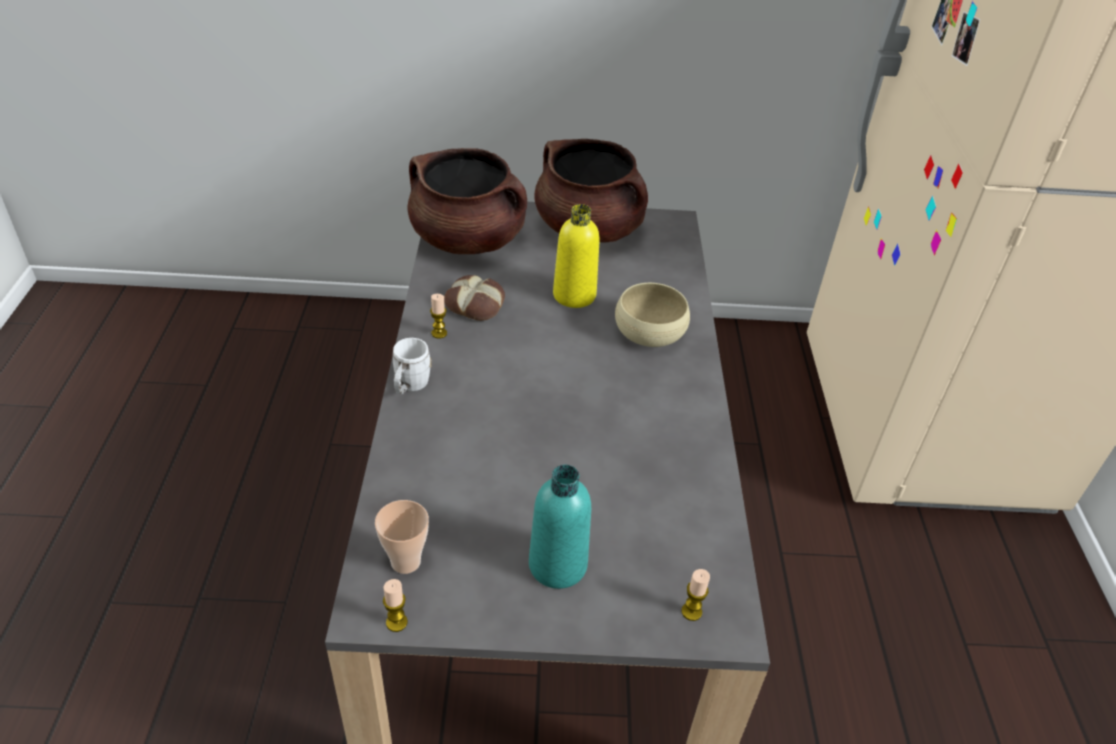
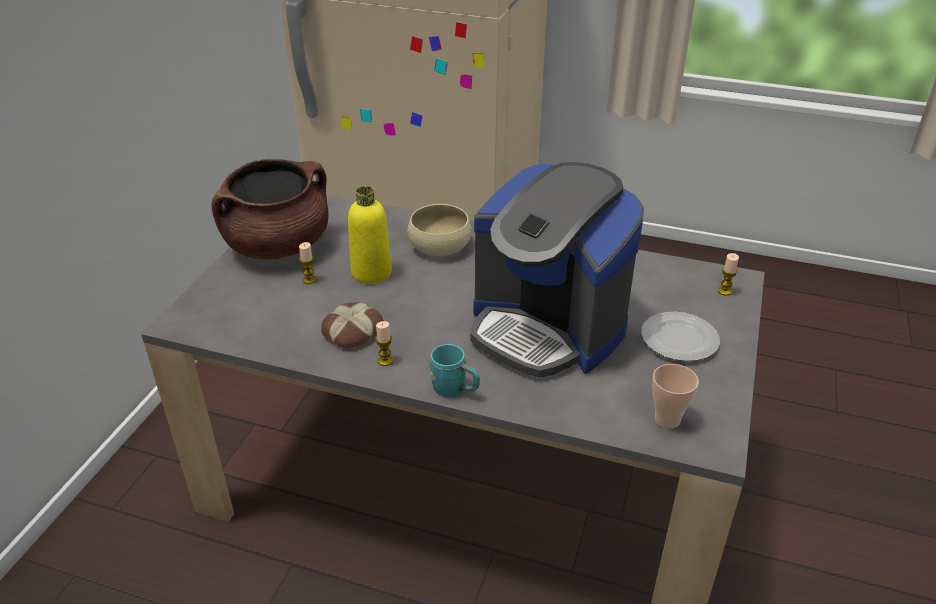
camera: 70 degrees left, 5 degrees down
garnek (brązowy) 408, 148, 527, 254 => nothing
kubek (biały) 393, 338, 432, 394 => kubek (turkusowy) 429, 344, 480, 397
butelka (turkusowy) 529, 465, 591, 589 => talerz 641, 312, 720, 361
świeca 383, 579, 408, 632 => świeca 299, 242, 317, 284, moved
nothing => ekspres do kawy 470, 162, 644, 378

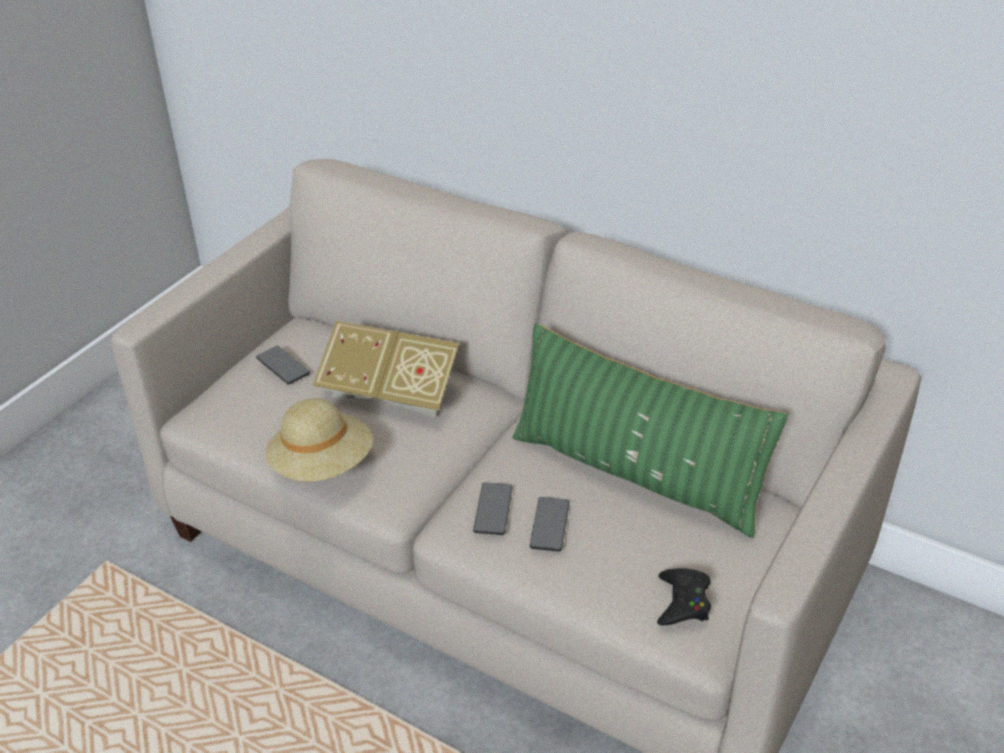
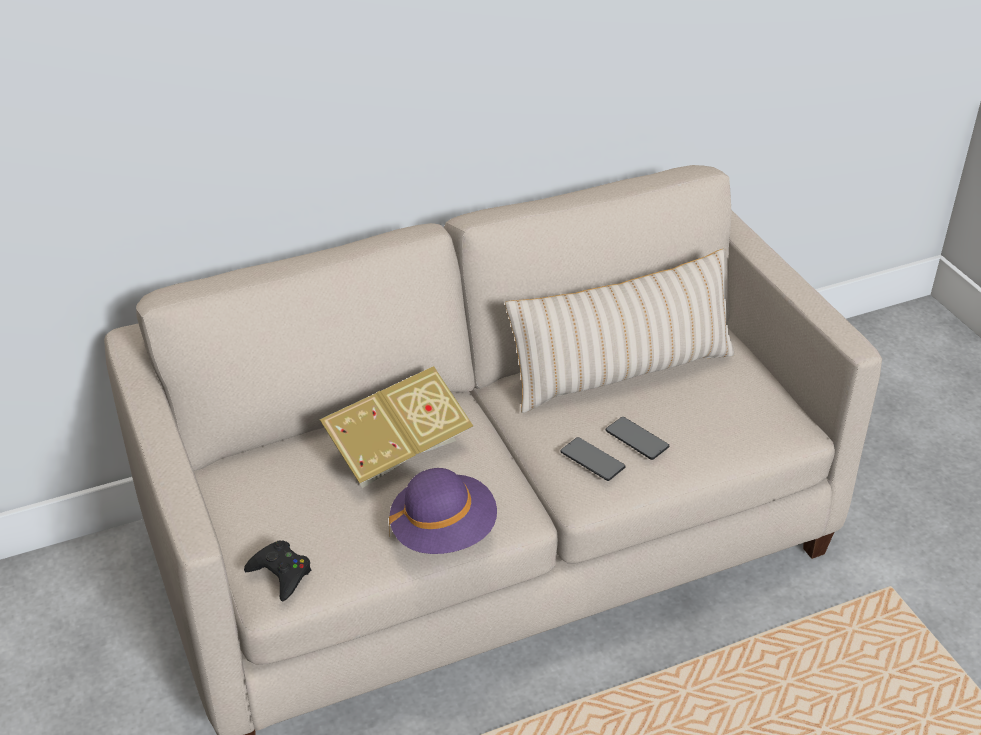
camera: 55 degrees left, 0 degrees up
poduszka (zielony) 512, 323, 788, 538 => poduszka (beżowy) 505, 249, 735, 413
telefon 256, 346, 310, 384 => nothing
kapelusz (beżowy) 265, 398, 373, 482 => kapelusz (fioletowy) 389, 468, 497, 554
pad do gier (czarny) 657, 568, 711, 625 => pad do gier (czarny) 244, 540, 311, 601, moved

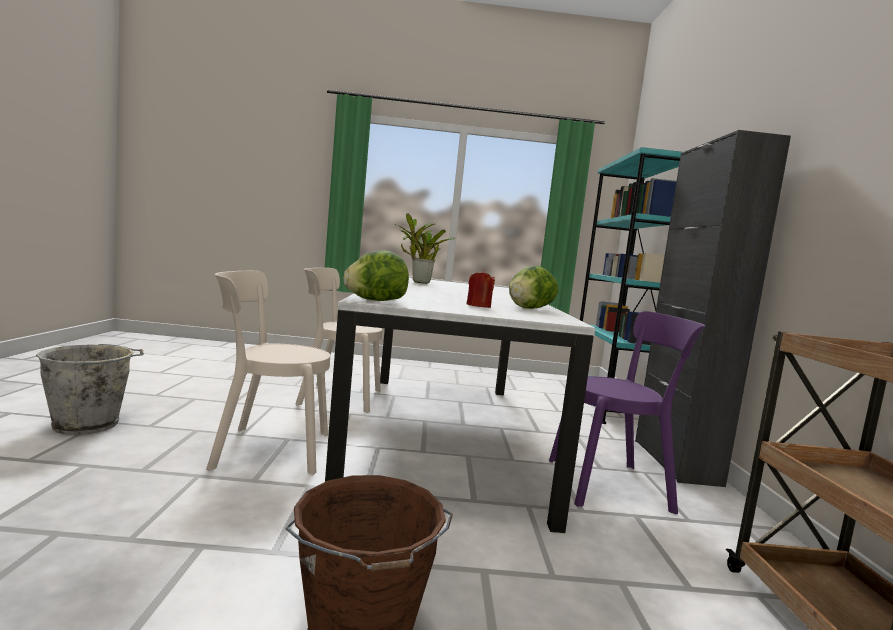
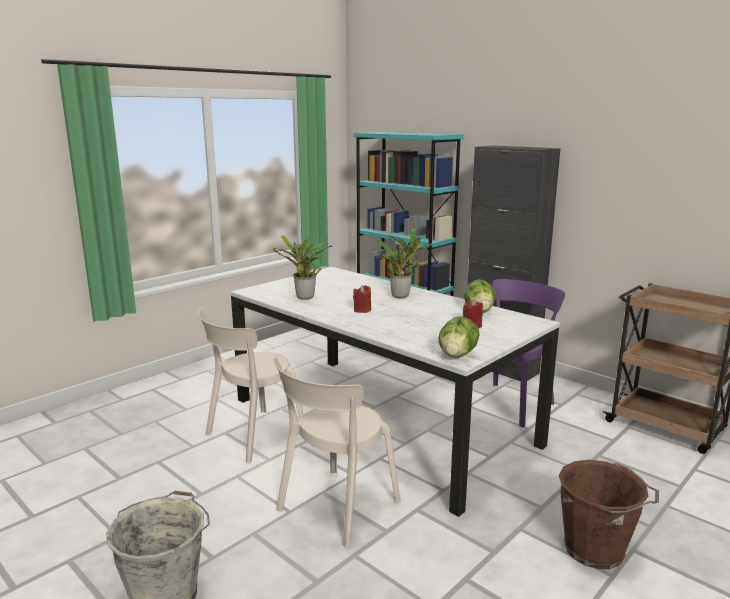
camera: 45 degrees left, 10 degrees up
nothing => roślina doniczkowa 375, 228, 435, 298
nothing => świeca (czerwony) 353, 285, 371, 313

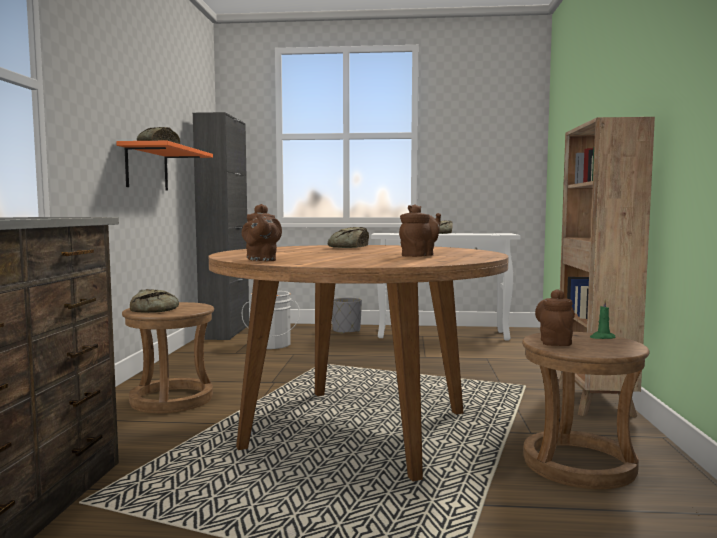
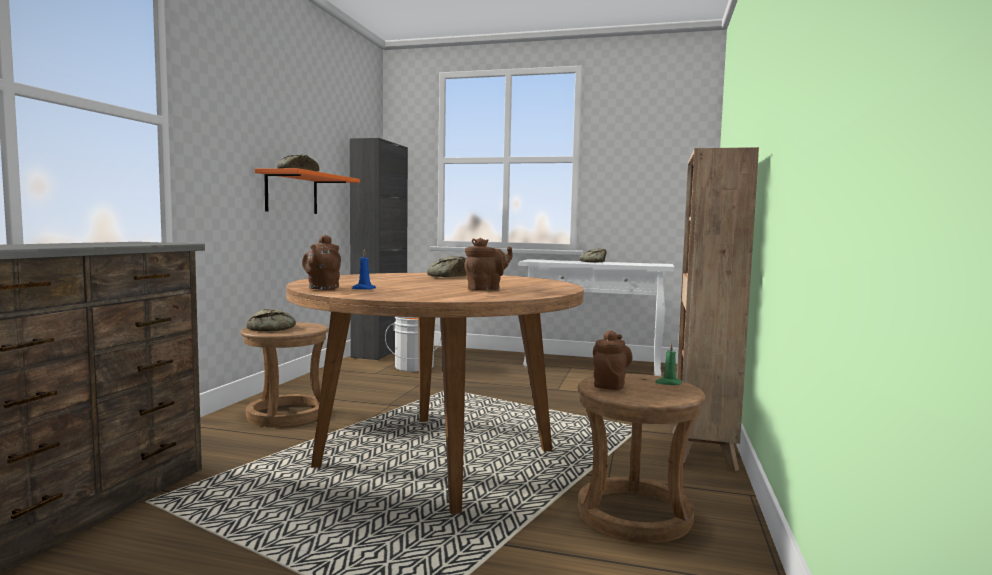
camera: 10 degrees right, 0 degrees up
donica (szary) 332, 297, 362, 334 => nothing
nothing => świeca (niebieski) 352, 250, 376, 289

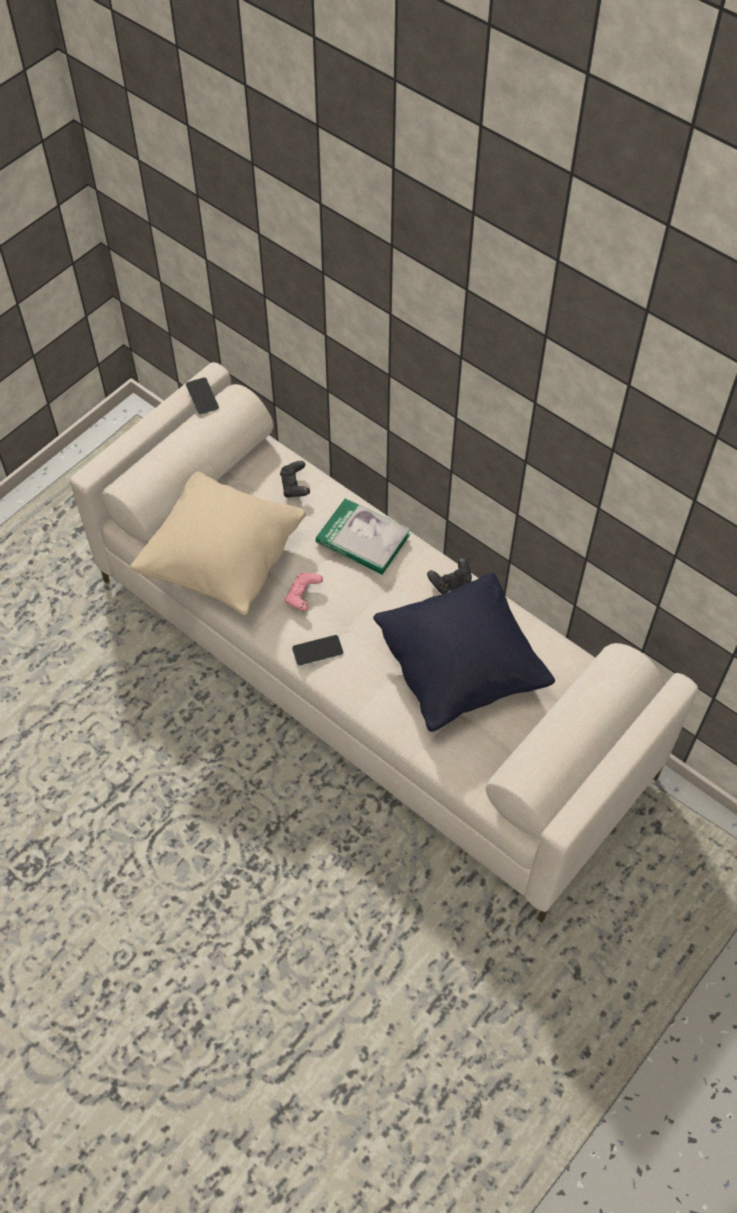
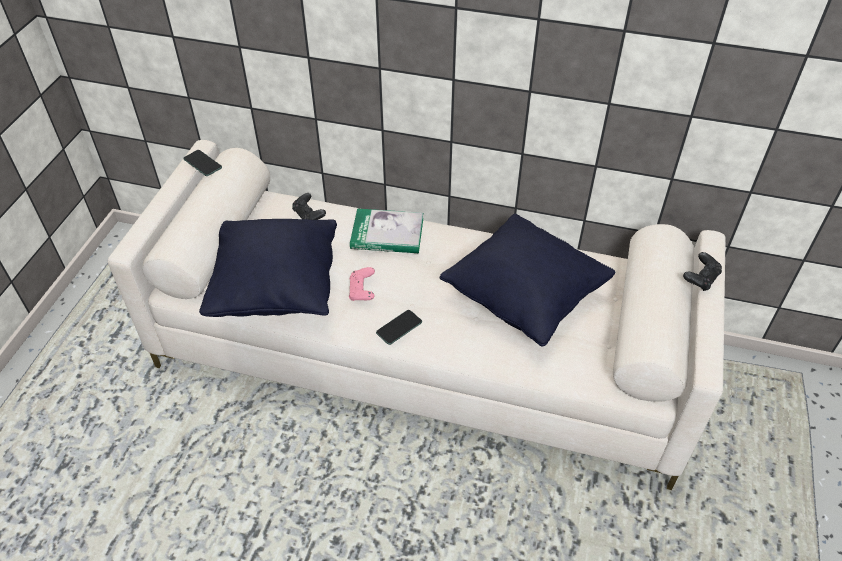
camera: 25 degrees left, 10 degrees down
poduszka (beżowy) 130, 471, 306, 615 => poduszka (czarny) 199, 219, 337, 317
pad do gier (czarny) 427, 558, 472, 594 => pad do gier (czarny) 683, 252, 722, 291, moved

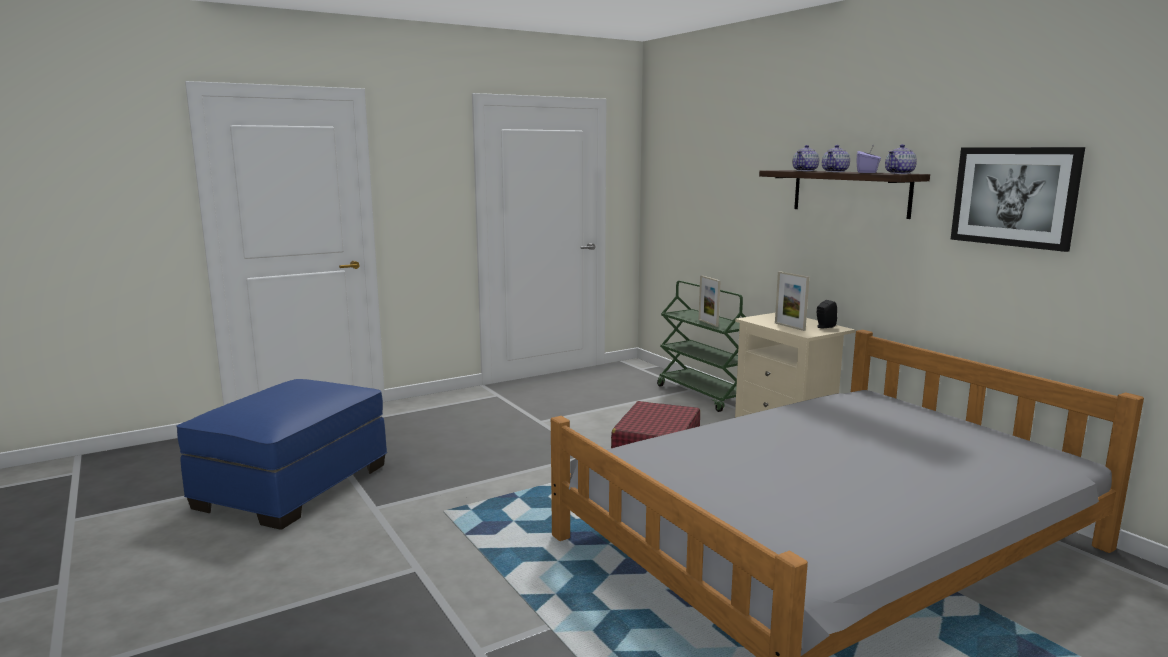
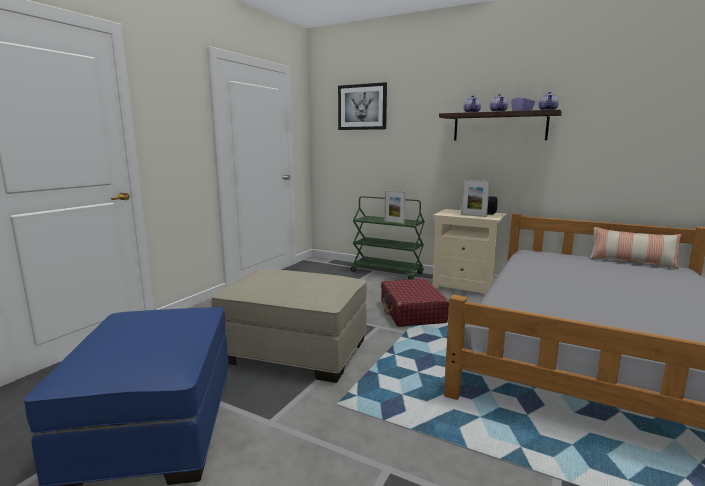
camera: 30 degrees left, 0 degrees up
obraz 951, 147, 1085, 252 => obraz 338, 82, 387, 130, moved
nothing => poduszka 590, 227, 681, 269
nothing => pufa (beżowy) 212, 269, 367, 383

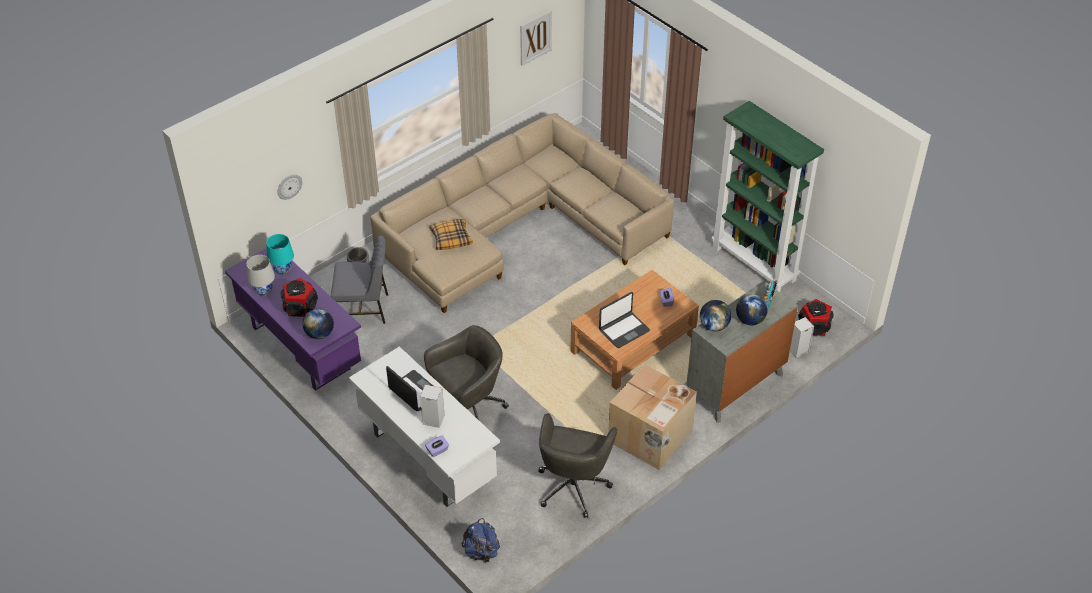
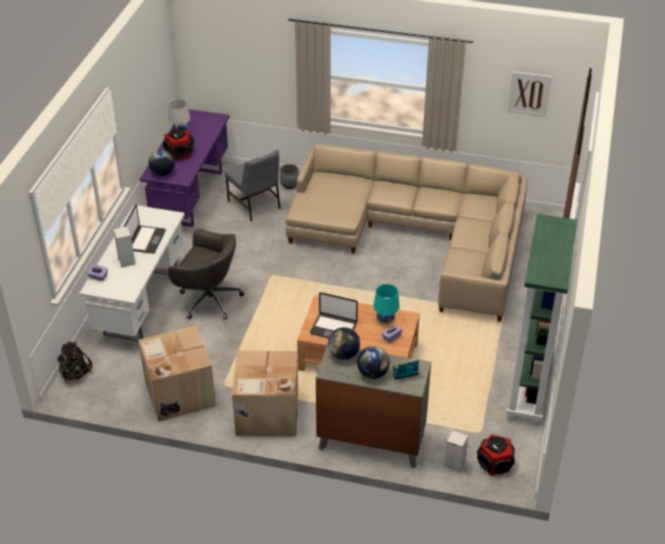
camera: 55 degrees right, 5 degrees down
zegar ścienny 278, 174, 302, 200 => nothing
poduszka 429, 219, 473, 250 => nothing
lampa stołowa (turkusowy) 266, 234, 294, 275 => lampa stołowa (turkusowy) 373, 284, 400, 324, moved
krzesło biurowe (szary) 538, 413, 618, 518 => karton 138, 326, 216, 422
plecak (niebieski) 461, 518, 500, 563 => plecak (czarny) 58, 342, 93, 380

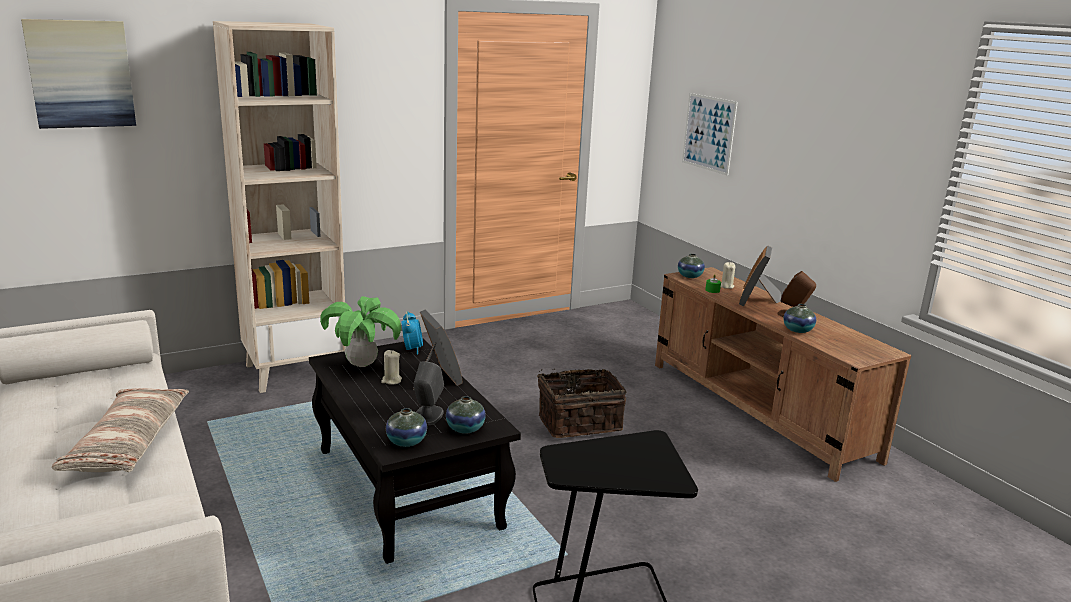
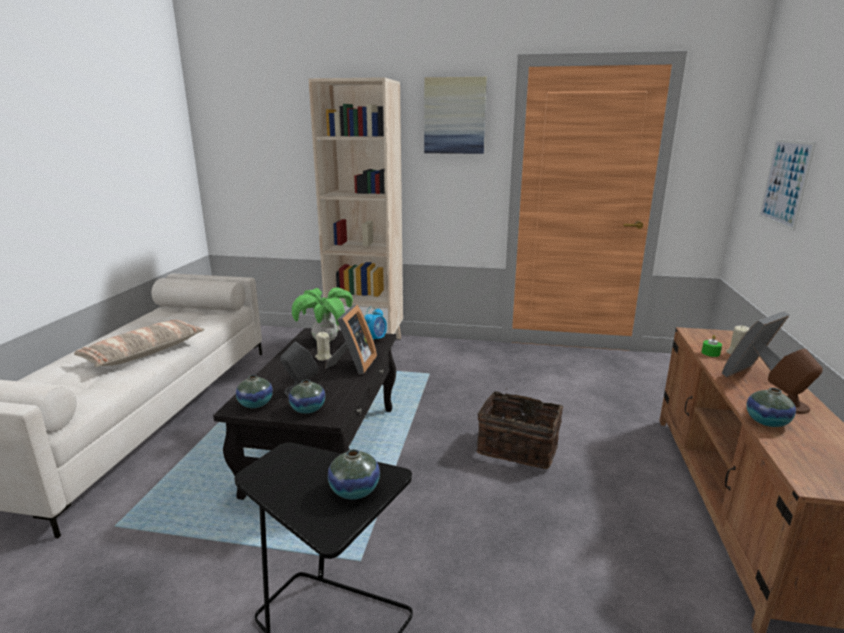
camera: 40 degrees right, 0 degrees up
obraz 21, 19, 136, 129 => obraz 424, 77, 487, 154, moved
wazon 678, 254, 705, 278 => wazon 328, 449, 380, 500, moved

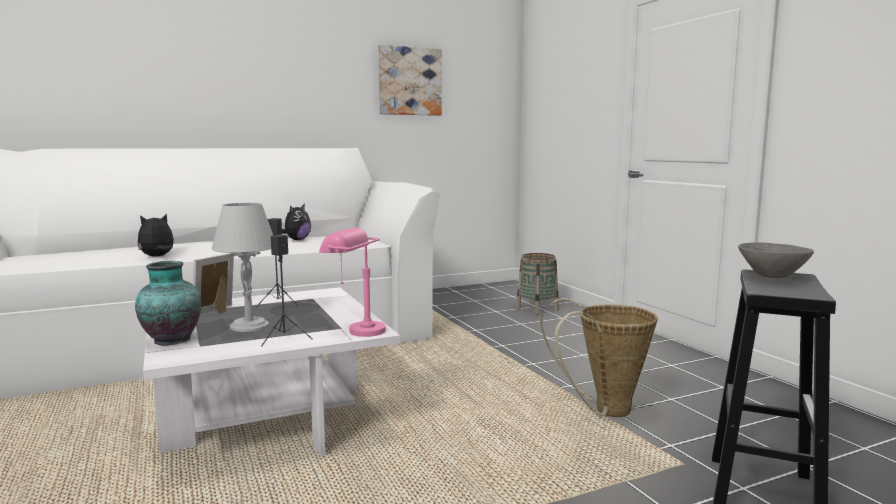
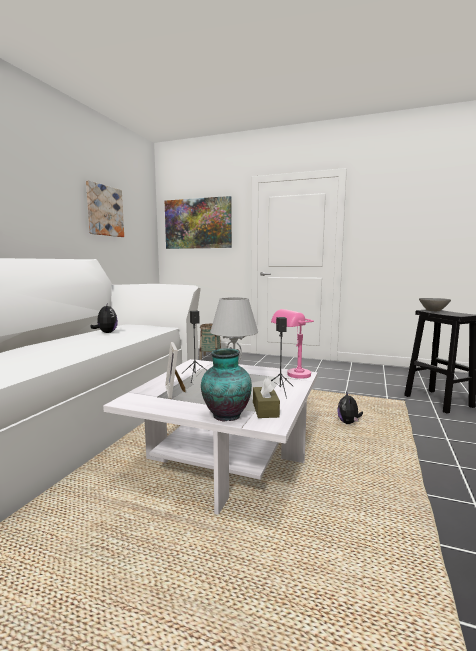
camera: 45 degrees left, 0 degrees up
pluszak 137, 214, 174, 257 => pluszak 337, 391, 363, 424, moved
koszyk 540, 298, 658, 417 => nothing
nothing => obraz 165, 196, 232, 249
nothing => pudełko chusteczek (brązowy) 253, 377, 280, 418

